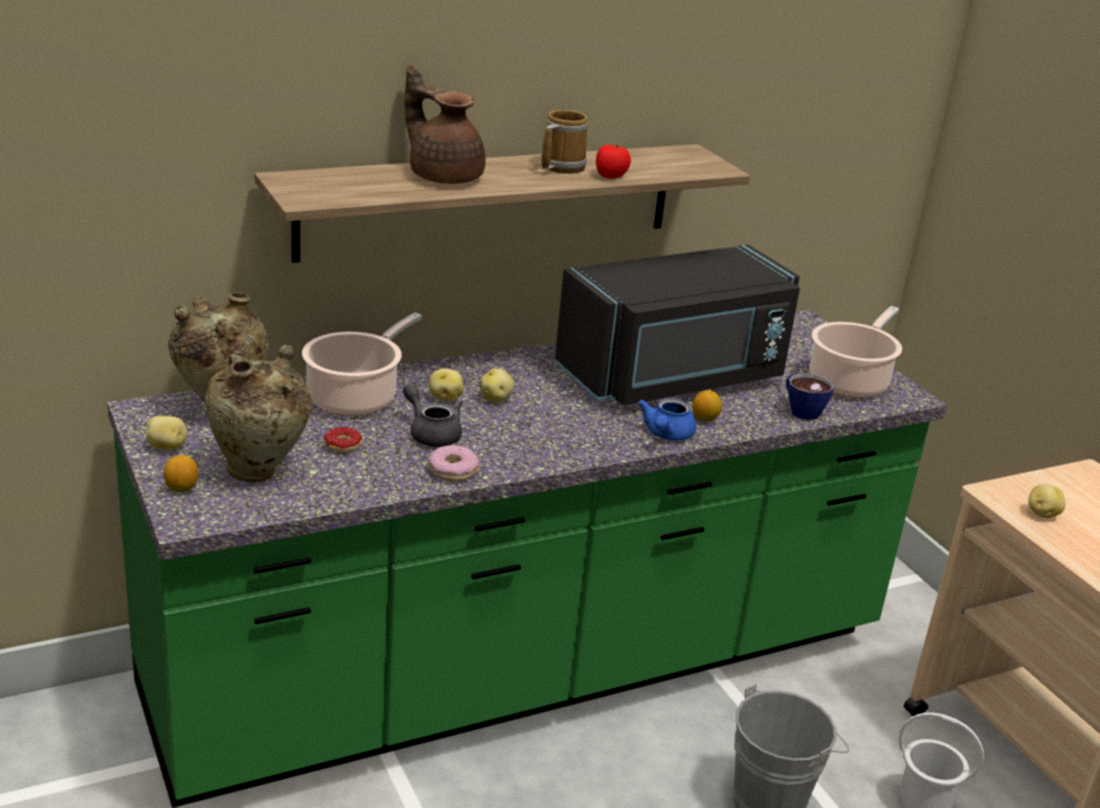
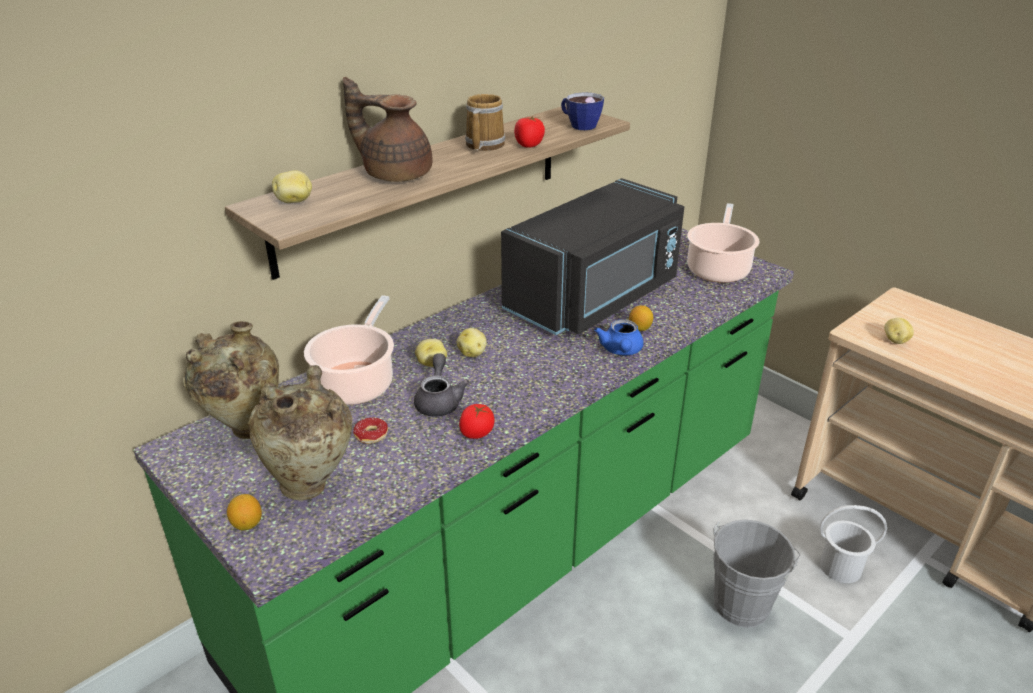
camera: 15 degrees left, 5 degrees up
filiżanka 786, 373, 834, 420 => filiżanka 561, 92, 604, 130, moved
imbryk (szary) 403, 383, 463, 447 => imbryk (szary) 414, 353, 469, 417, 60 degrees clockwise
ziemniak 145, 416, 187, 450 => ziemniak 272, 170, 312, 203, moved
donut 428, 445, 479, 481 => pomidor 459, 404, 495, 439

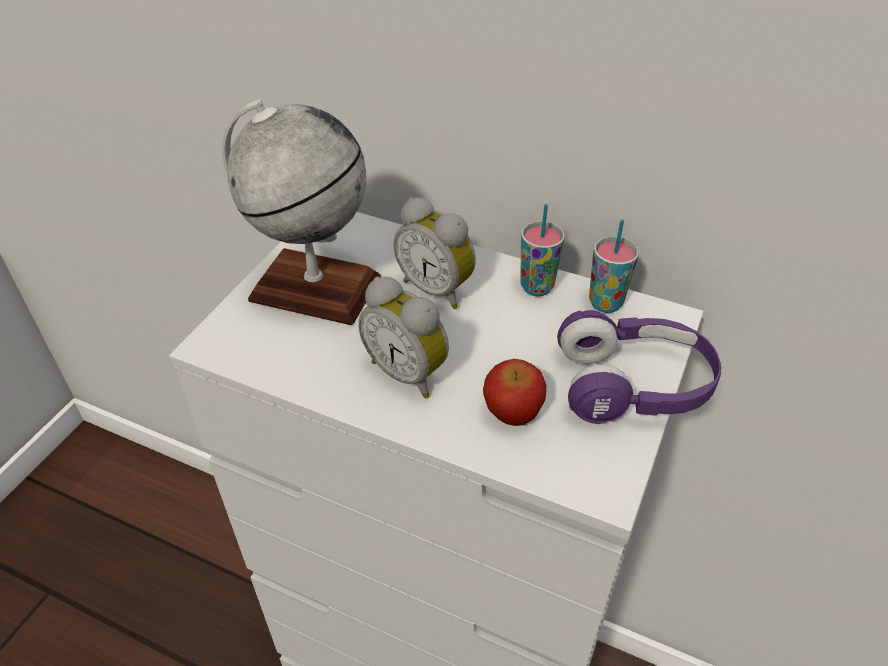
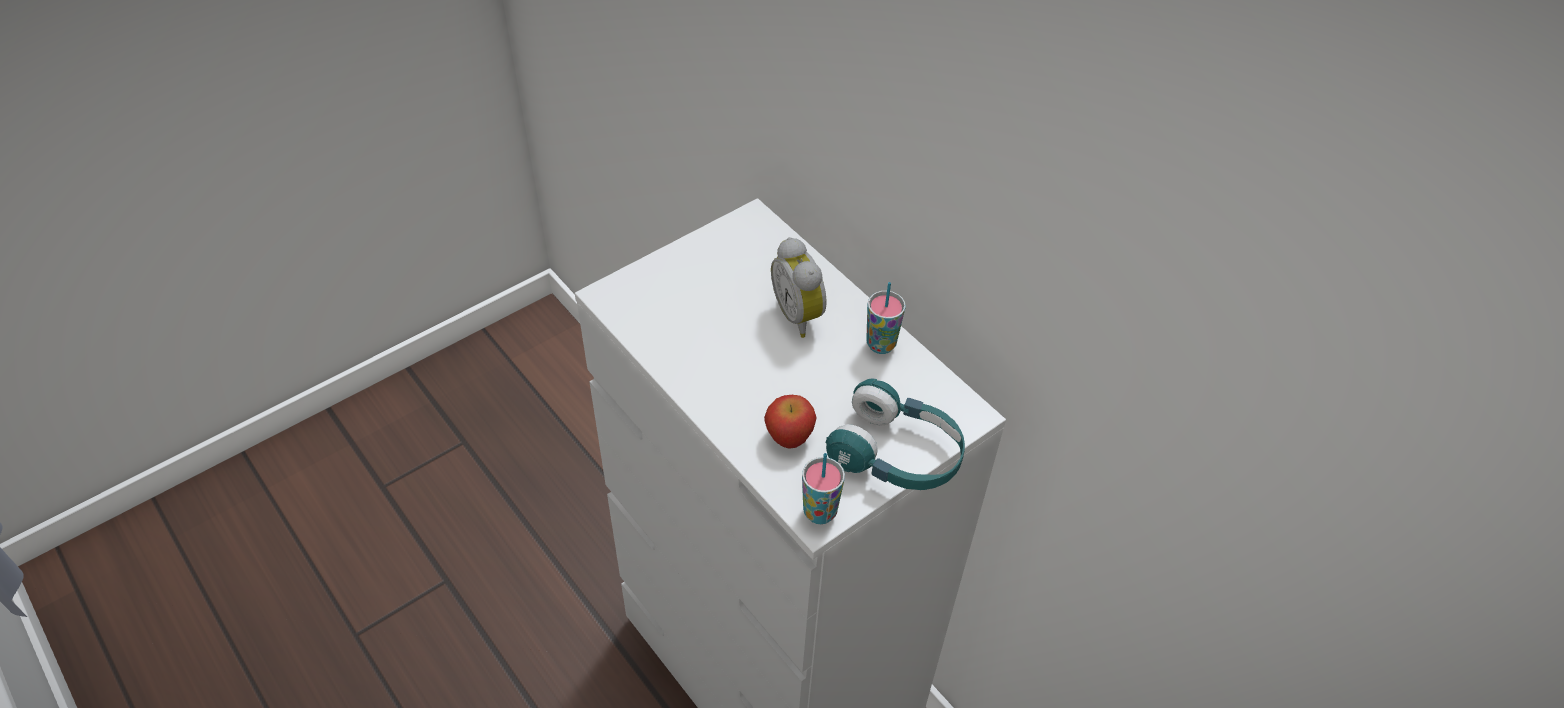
camera: 25 degrees right, 5 degrees up
globus 222, 99, 381, 325 => nothing
filiżanka 589, 220, 639, 313 => filiżanka 802, 453, 845, 524, moved
budzik 359, 277, 449, 398 => nothing
słuchawki (fioletowy) 557, 310, 721, 424 => słuchawki (turkusowy) 826, 379, 965, 490

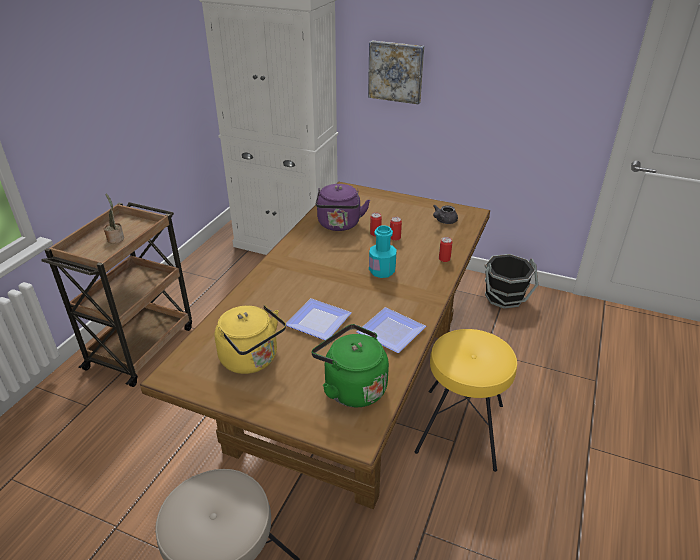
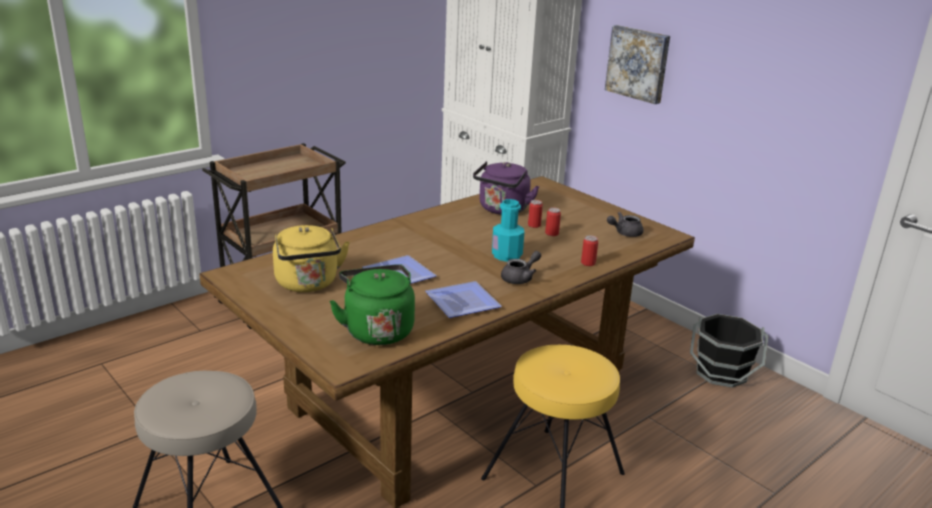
camera: 25 degrees right, 10 degrees down
roślina doniczkowa 104, 194, 124, 244 => nothing
nothing => imbryk (szary) 501, 251, 541, 284

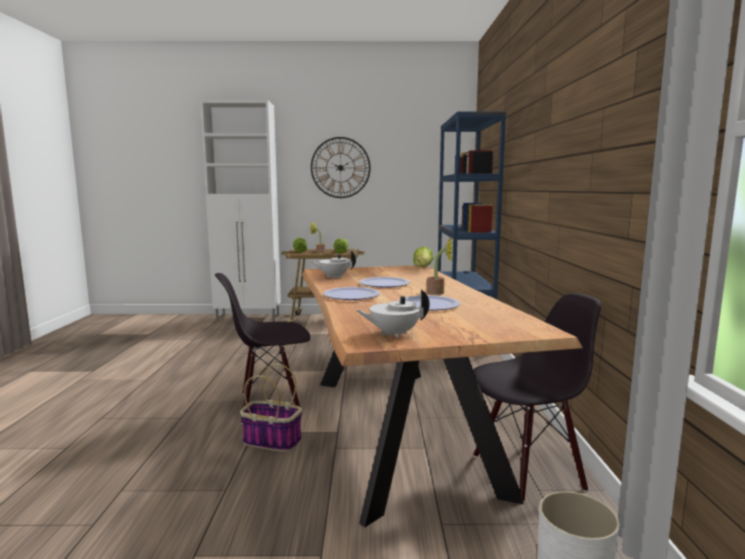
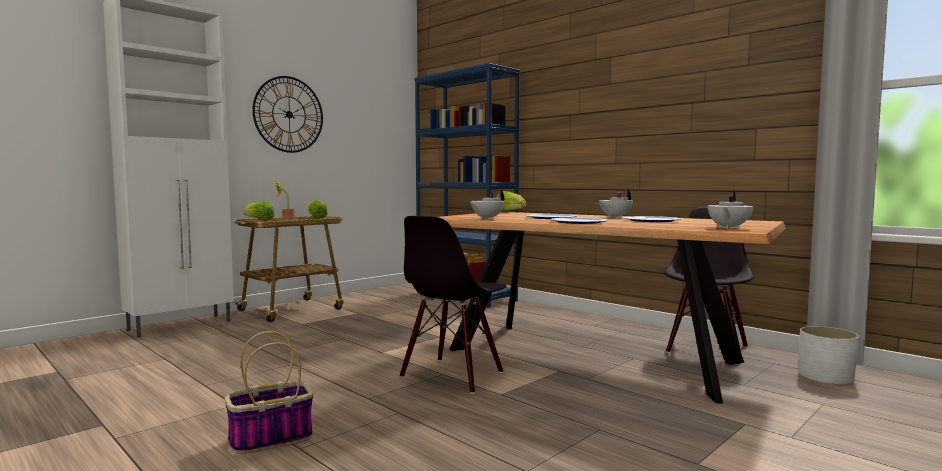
camera: 45 degrees left, 5 degrees down
roślina doniczkowa 427, 237, 453, 295 => imbryk (biały) 599, 189, 633, 218
koszyk 240, 364, 302, 452 => koszyk 225, 331, 314, 454, moved

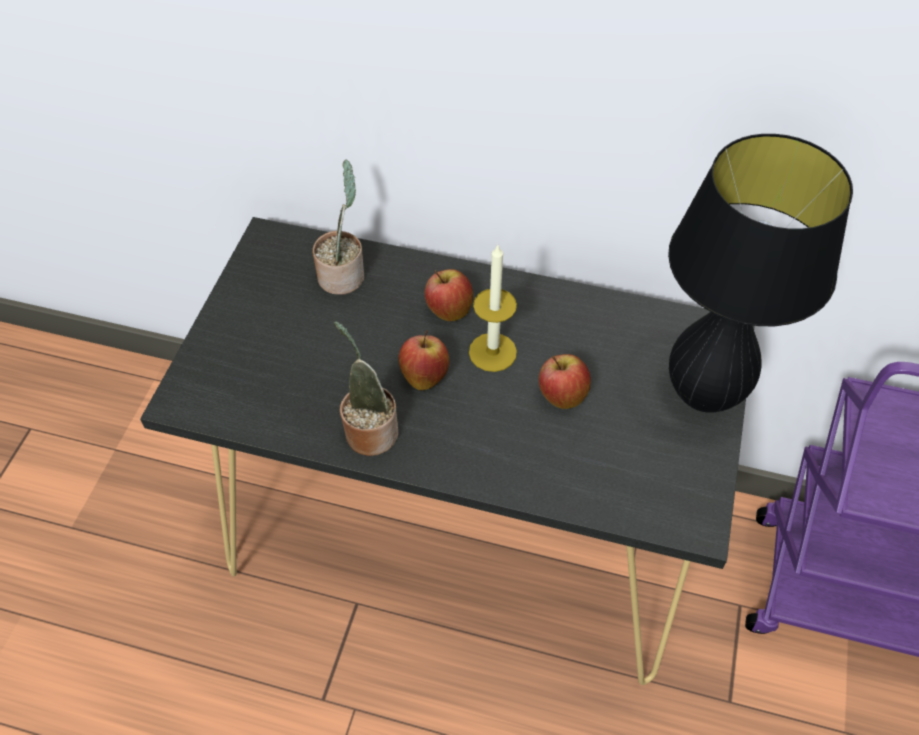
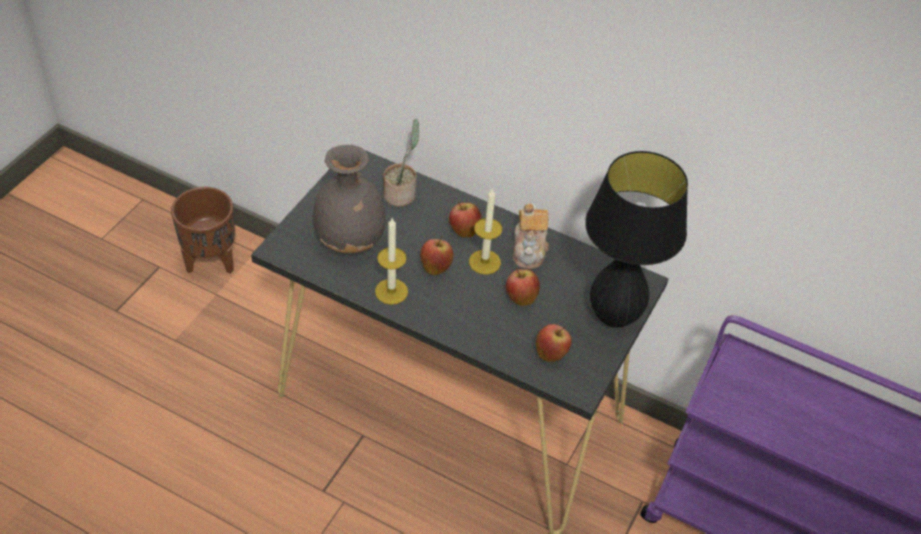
camera: 10 degrees right, 5 degrees down
roślina doniczkowa 334, 321, 398, 456 => świeca 375, 217, 408, 305
nothing => wazon (szary) 313, 145, 386, 253
nothing => donica (brązowy) 171, 187, 235, 274
nothing => imbryk 513, 203, 549, 269
nothing => jabłko 536, 324, 572, 362

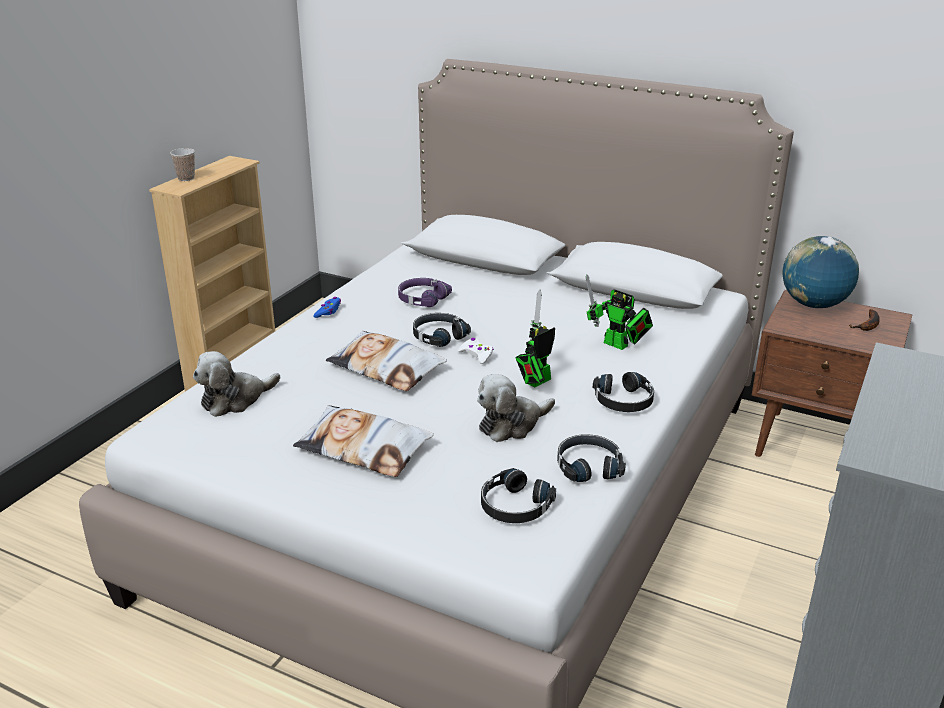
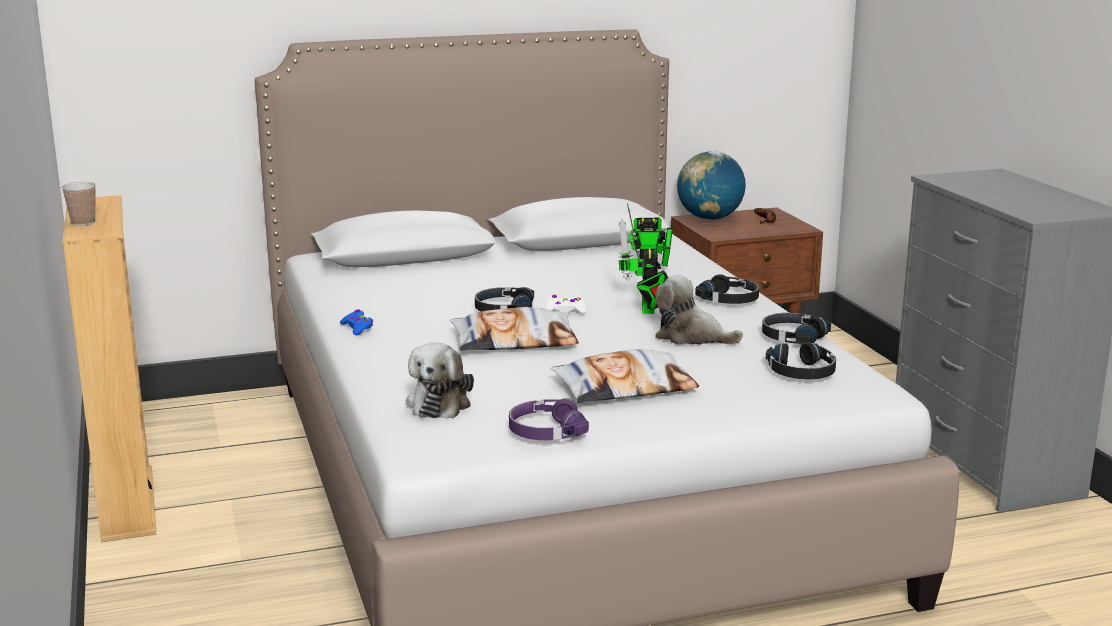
camera: 45 degrees left, 10 degrees down
słuchawki (fioletowy) 398, 278, 452, 307 => słuchawki (fioletowy) 509, 398, 589, 440, moved
pluszak 477, 374, 555, 442 => pluszak 655, 275, 743, 345, 105 degrees clockwise

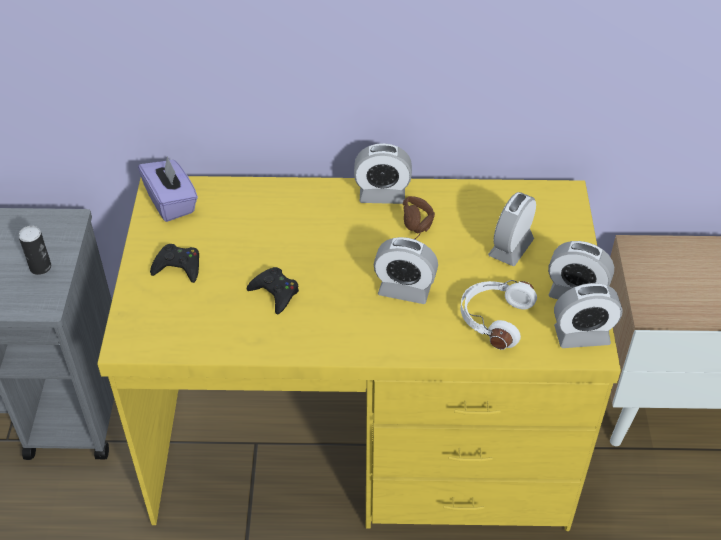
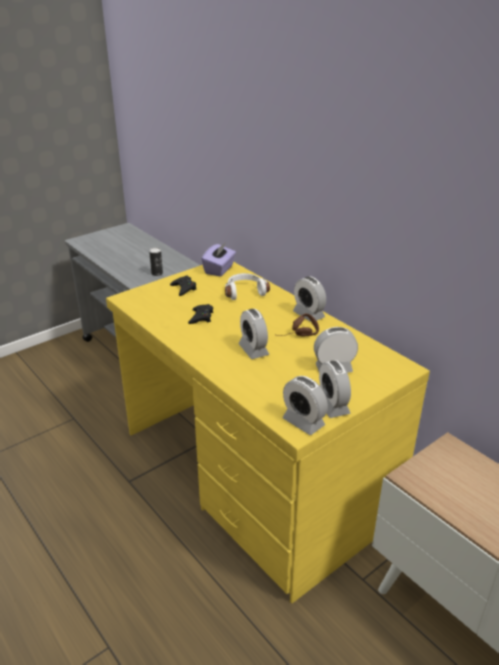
camera: 50 degrees right, 15 degrees down
słuchawki (biały) 461, 280, 537, 350 => słuchawki (biały) 225, 273, 270, 300, moved

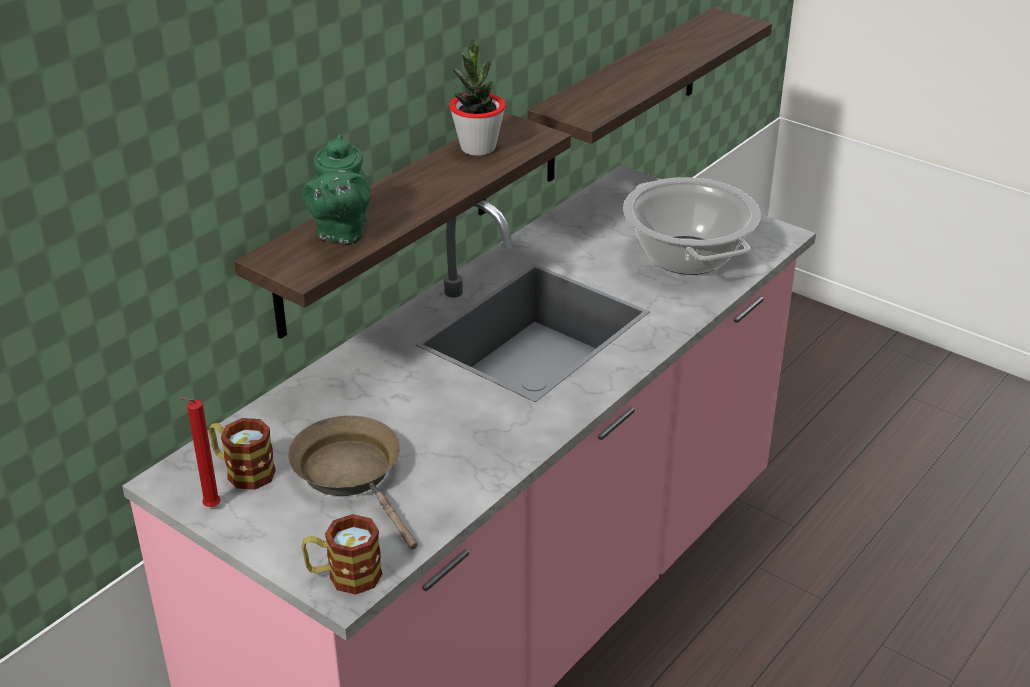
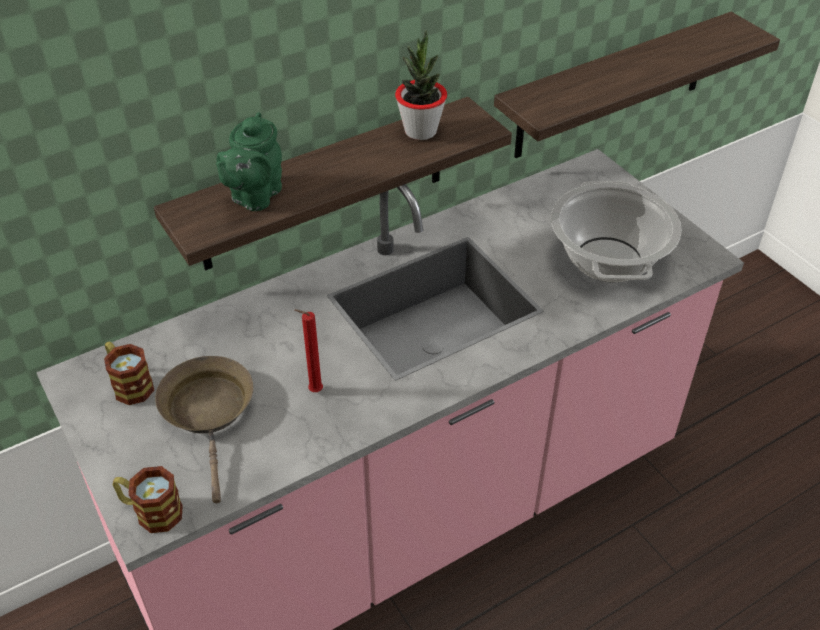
camera: 20 degrees right, 10 degrees up
świeca (czerwony) 178, 397, 221, 507 => świeca (czerwony) 294, 309, 323, 392, moved

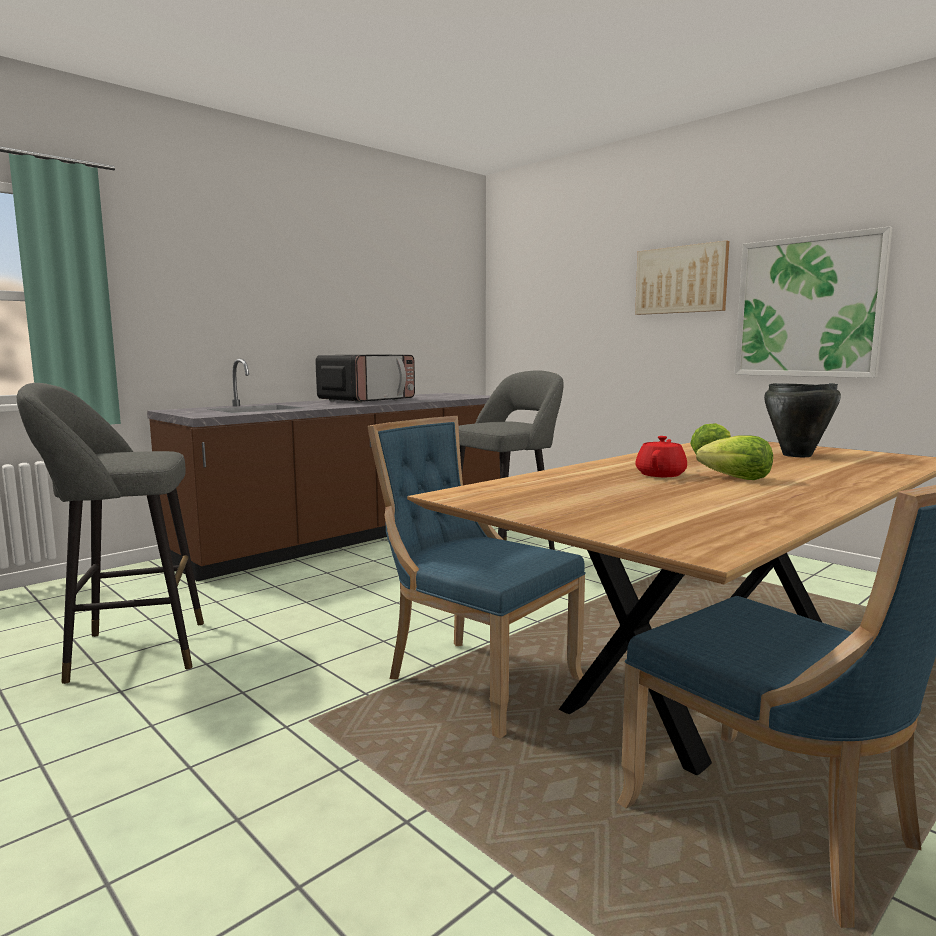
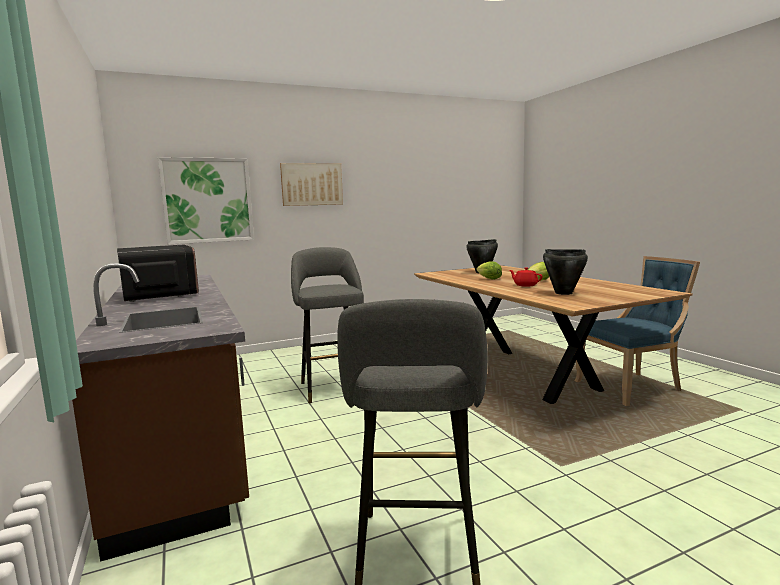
camera: 70 degrees left, 0 degrees up
obraz 734, 226, 892, 378 => obraz 158, 157, 254, 244, moved
krzesło (niebieski) 367, 416, 586, 739 => nothing
nothing => garnek (czarny) 543, 249, 588, 295

